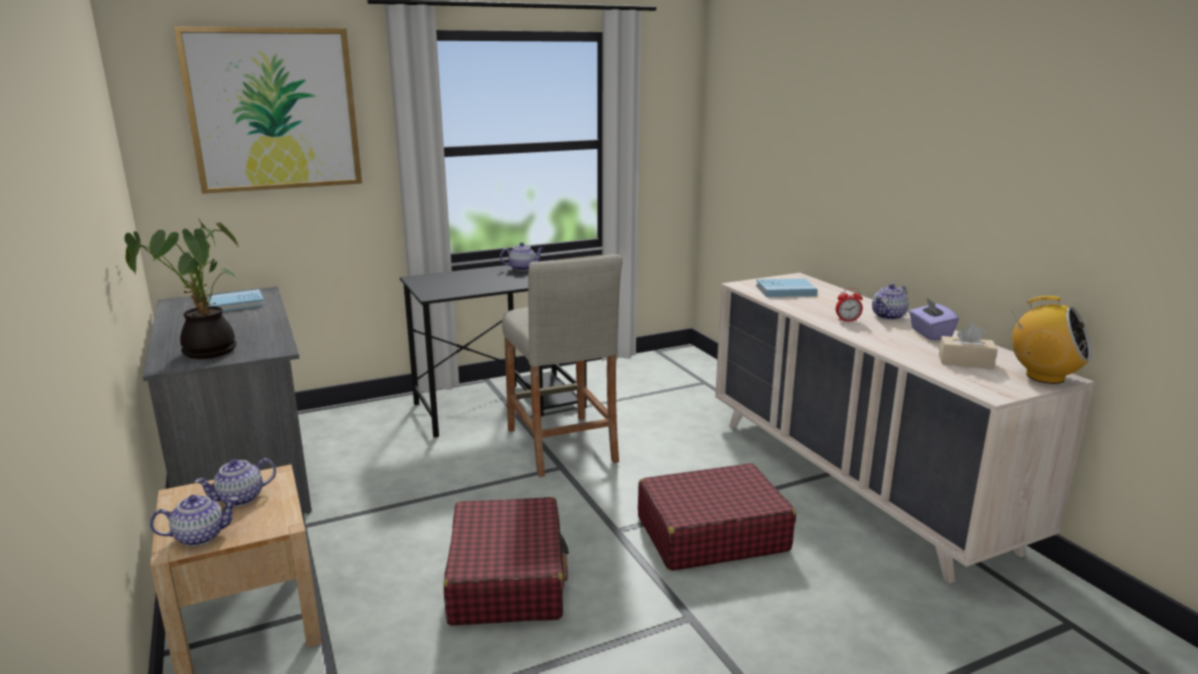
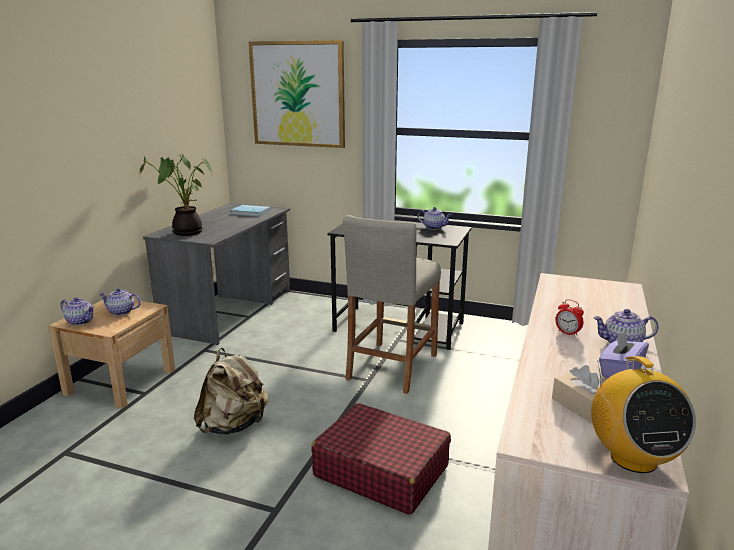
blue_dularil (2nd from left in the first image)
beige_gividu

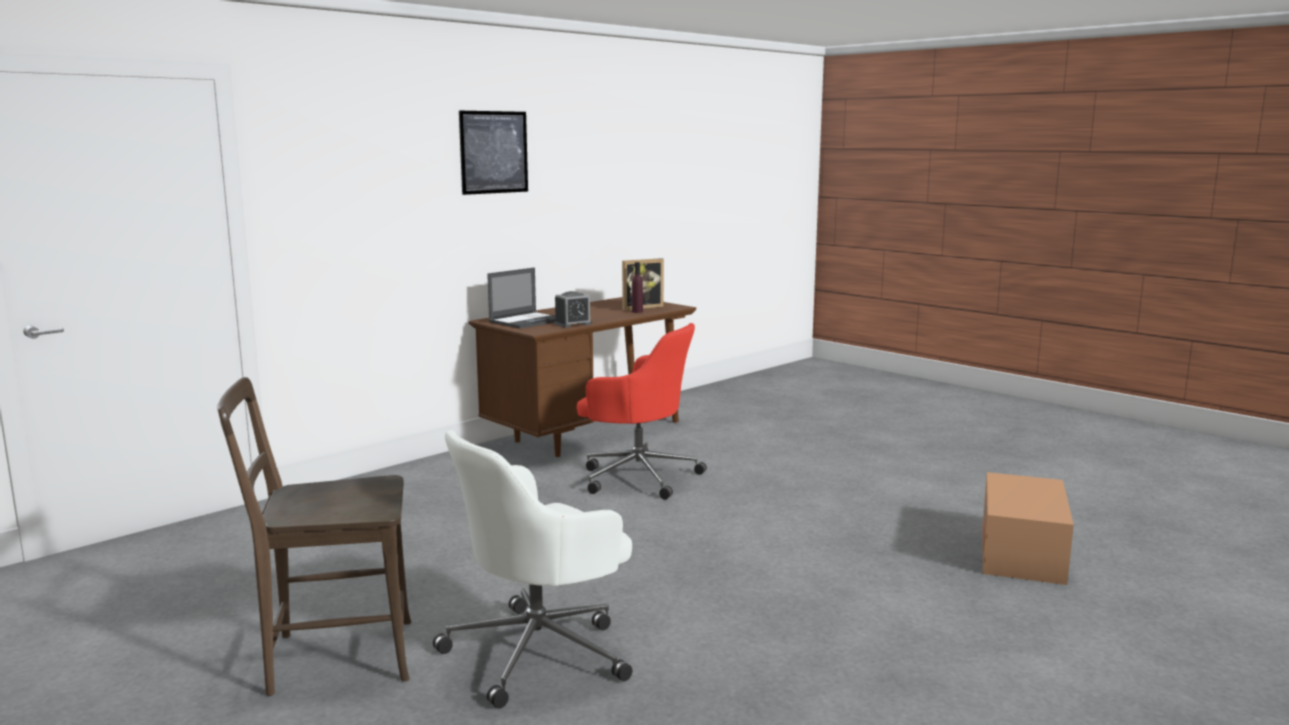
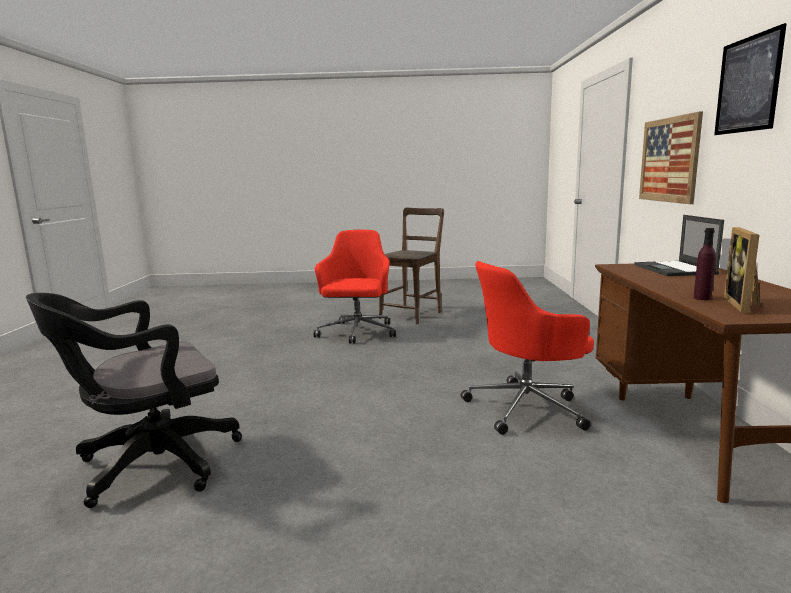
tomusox
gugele (1st from left)
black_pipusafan
red_pipusafan (1st from left)

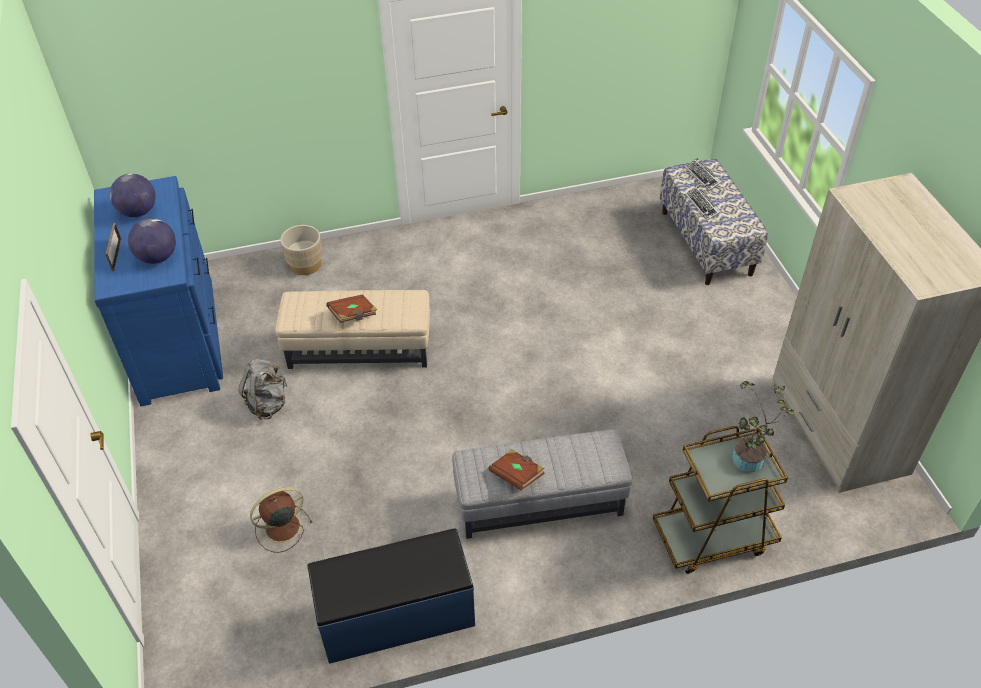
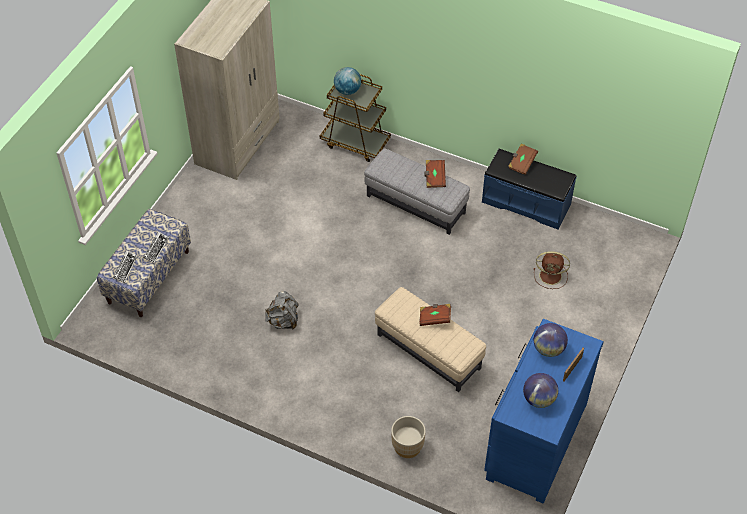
brown_dularil (3rd from left)
grey_gividu
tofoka (1st from left)

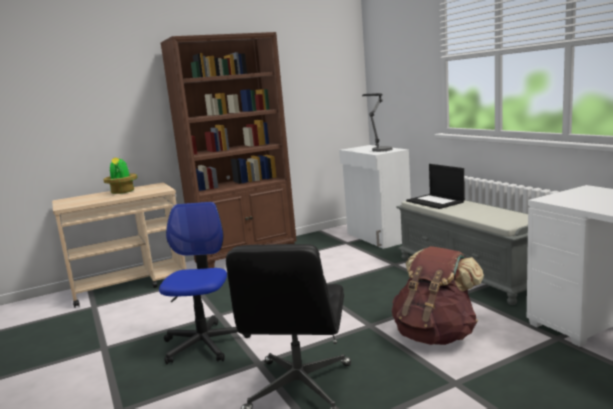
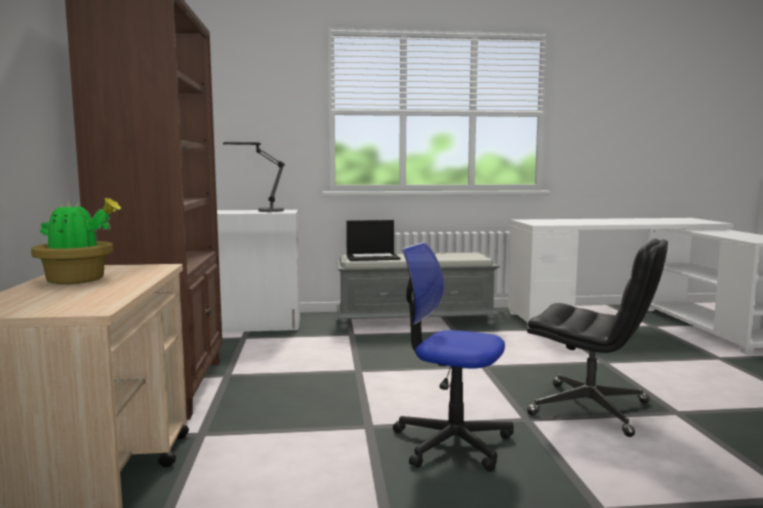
brown_gividu

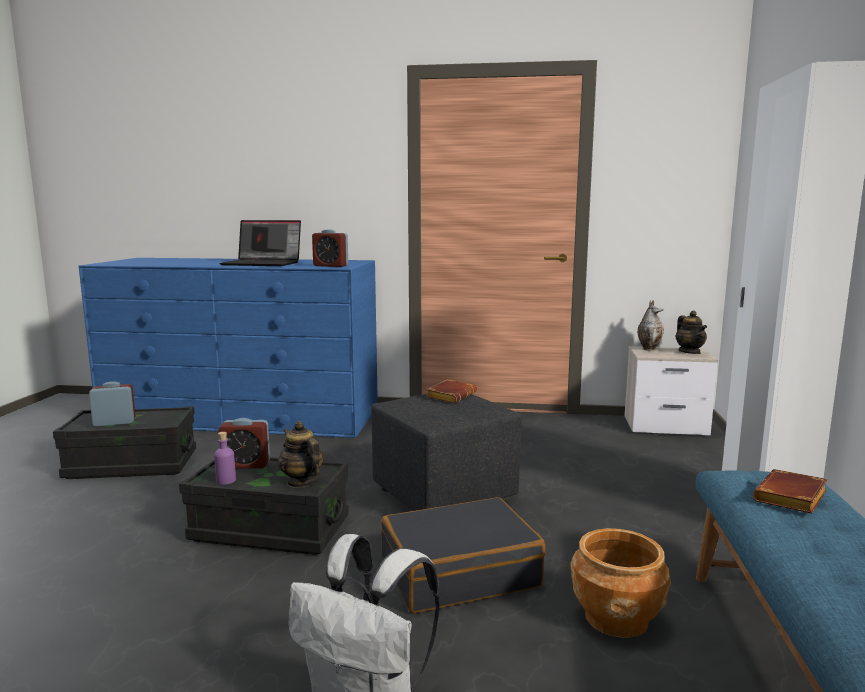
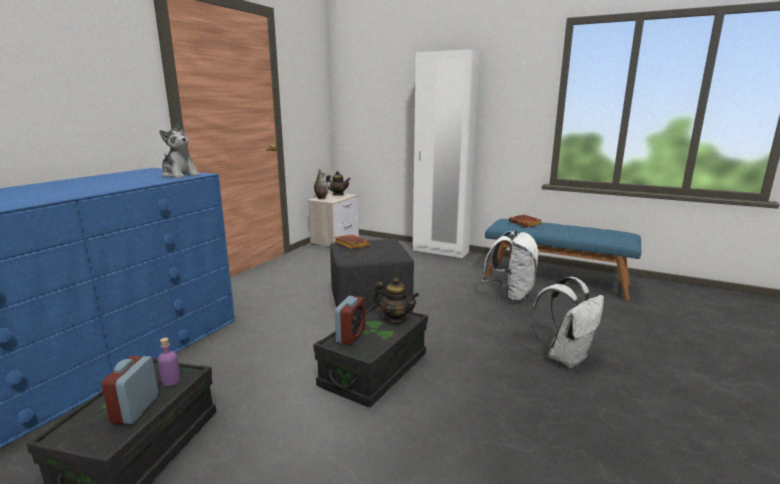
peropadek
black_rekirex
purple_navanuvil
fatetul
white_gividu (1st from left)
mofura (2nd from left)

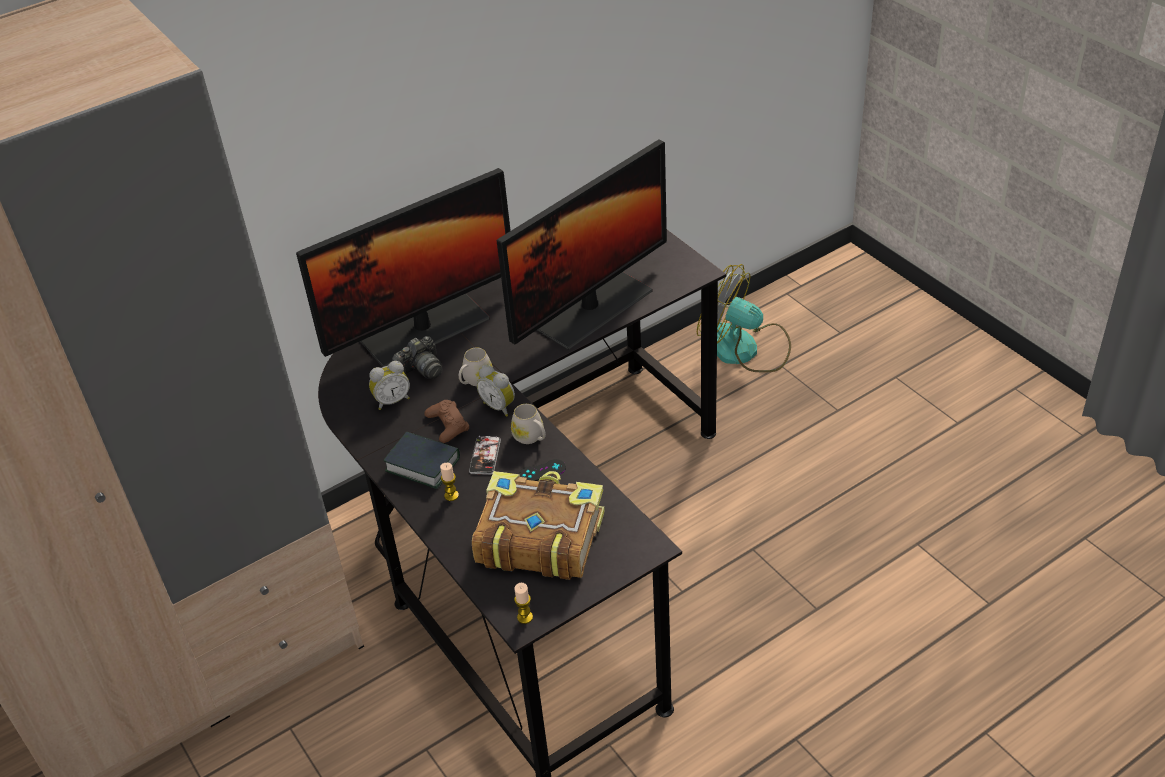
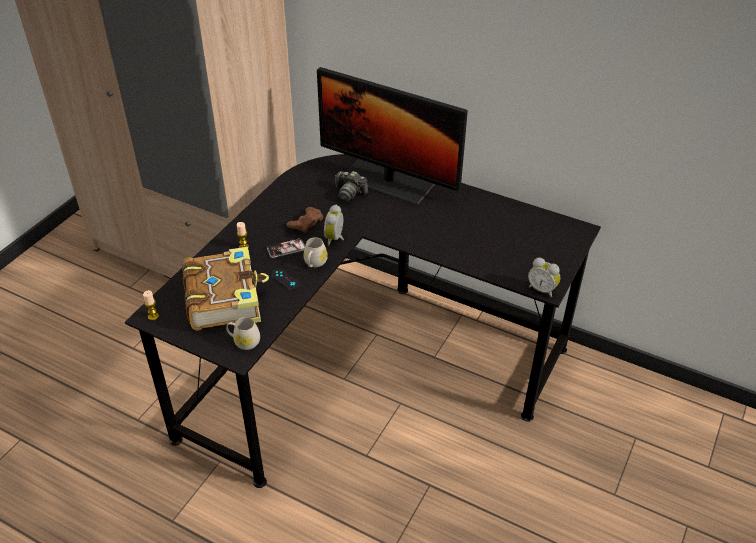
dularil (1st from left in the first image)
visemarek (2nd from left in the first image)
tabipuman
tomusox (2nd from left)
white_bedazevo (1st from left)

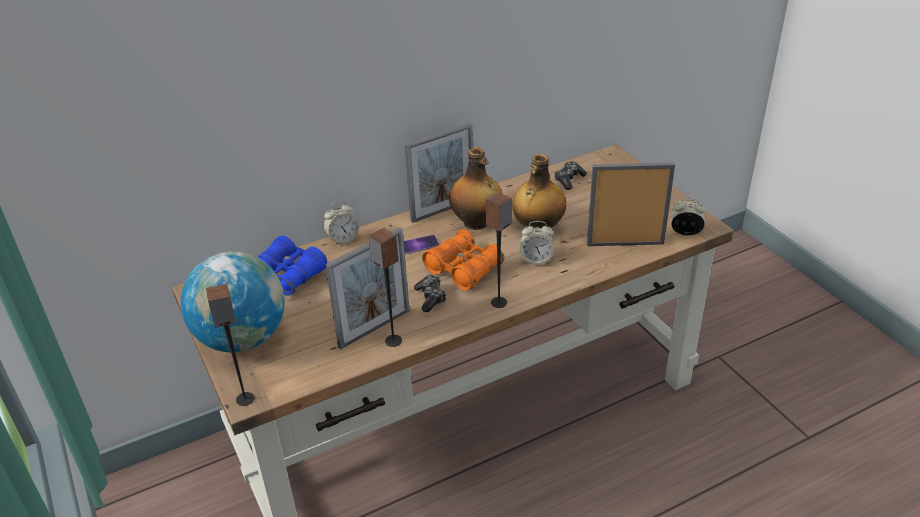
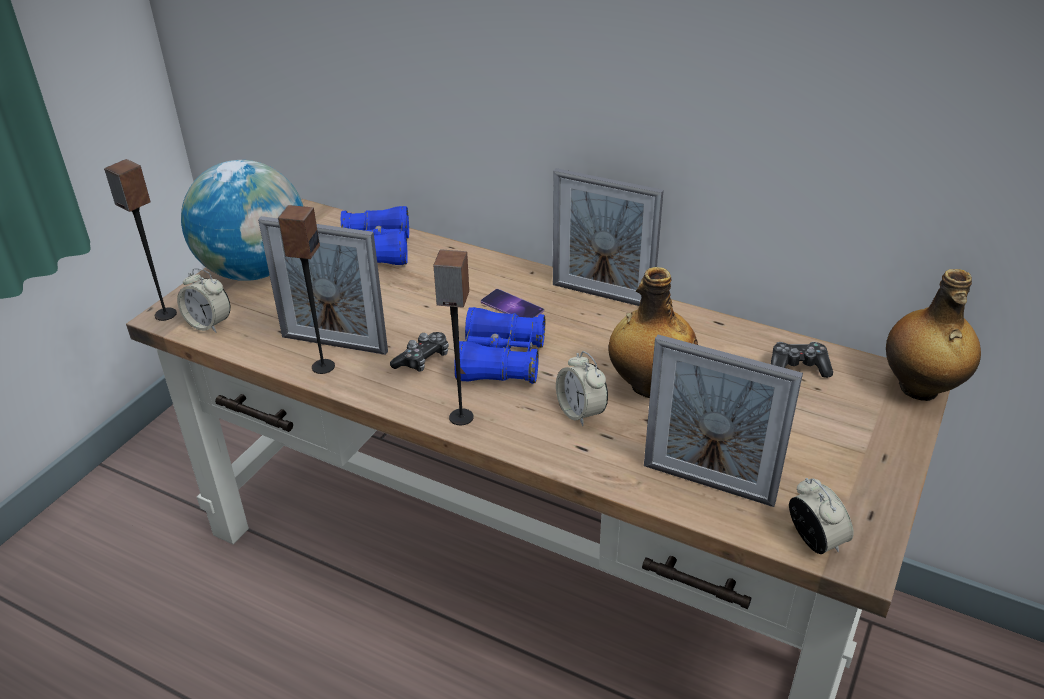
tomusox (1st from left)
navanuvil (2nd from left)
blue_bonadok (2nd from left)
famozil (3rd from left)

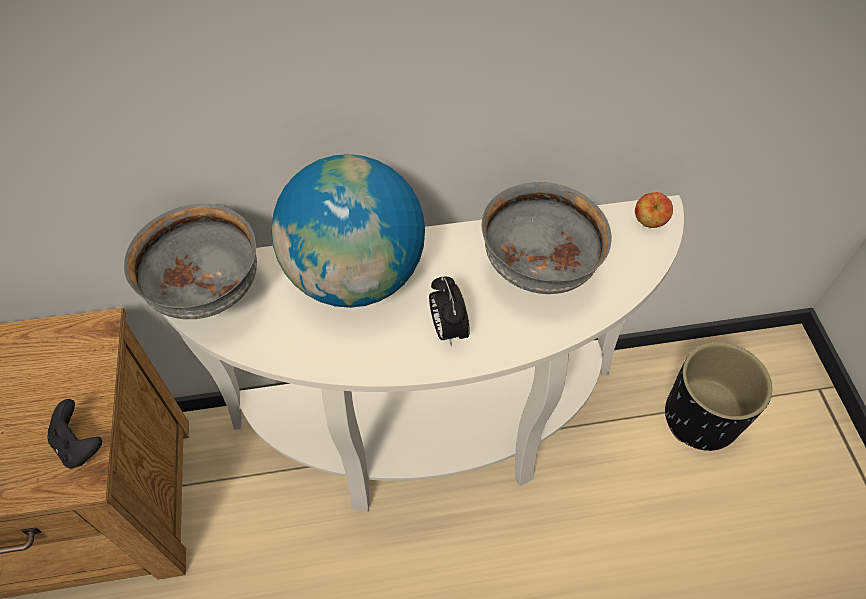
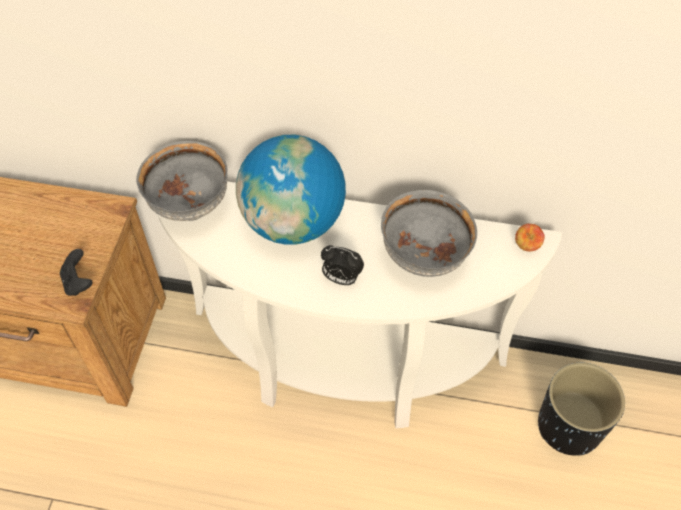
tomusox

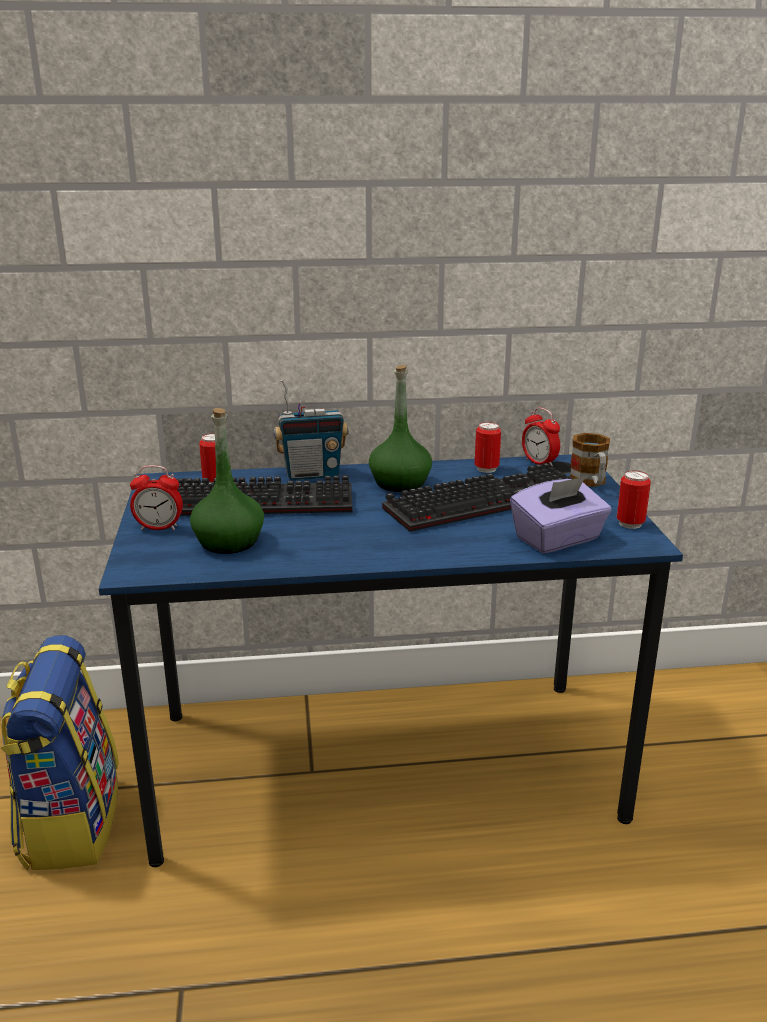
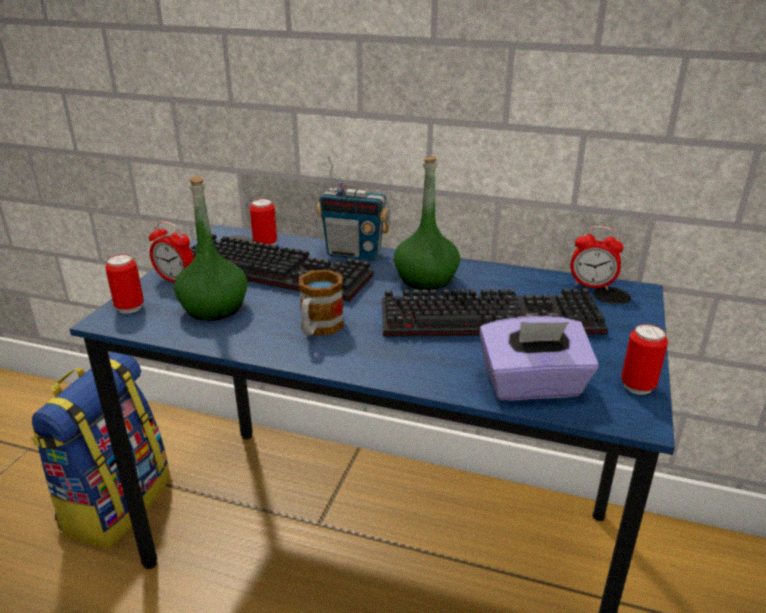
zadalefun (1st from left)
bedazevo
tomusox (2nd from left)

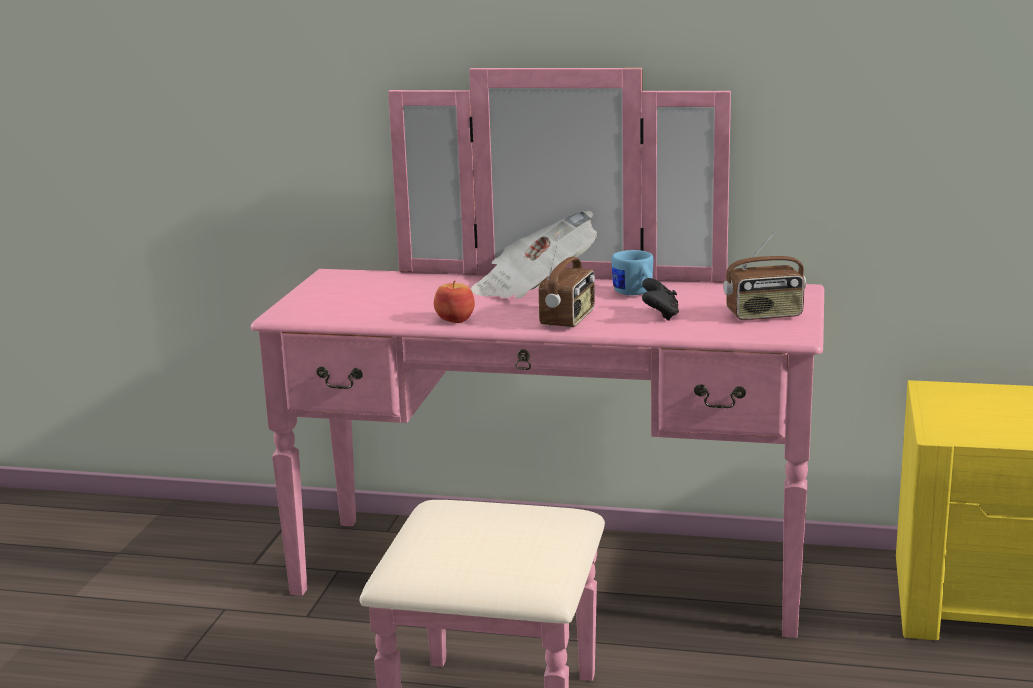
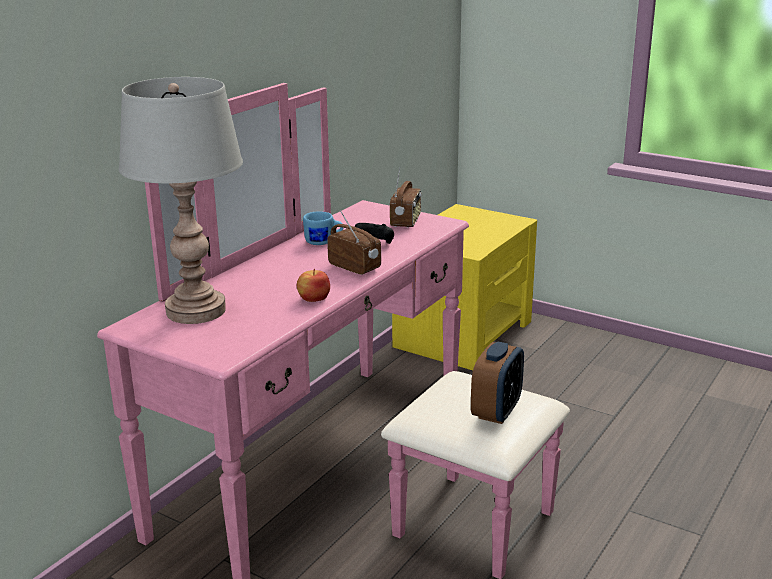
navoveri
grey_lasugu
tomusox

